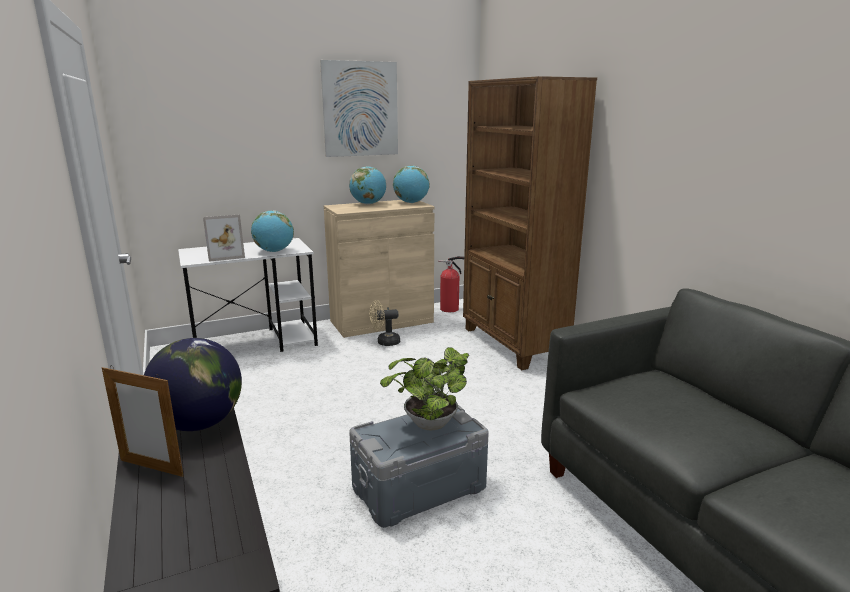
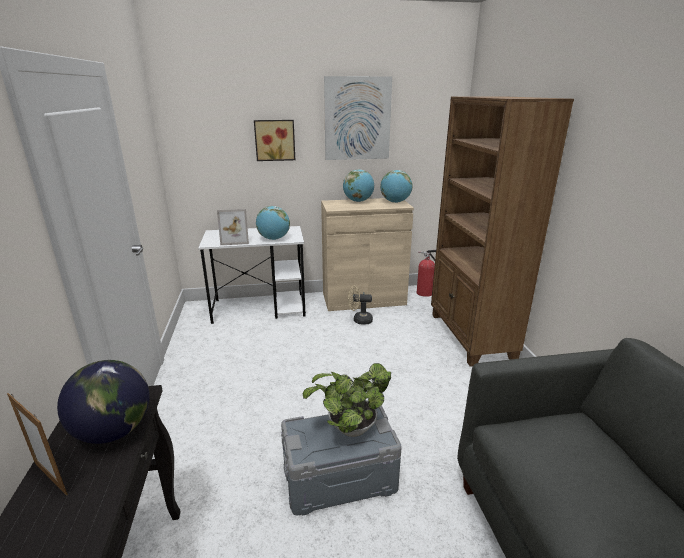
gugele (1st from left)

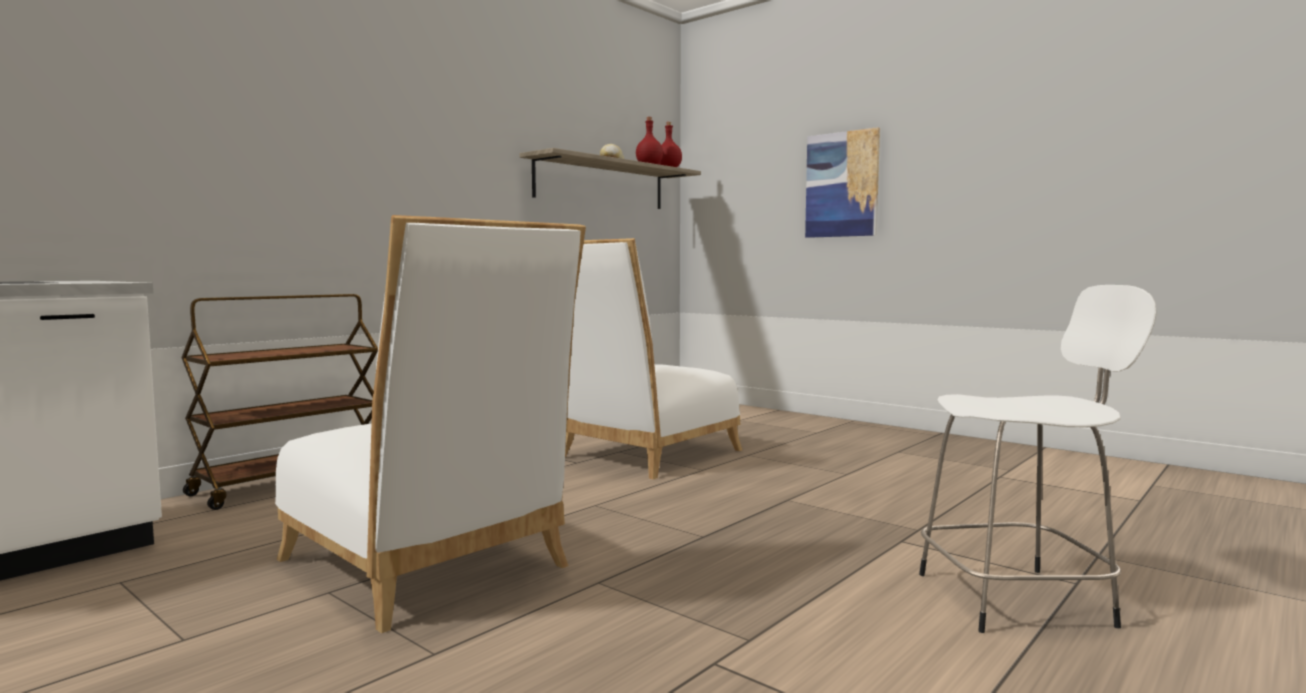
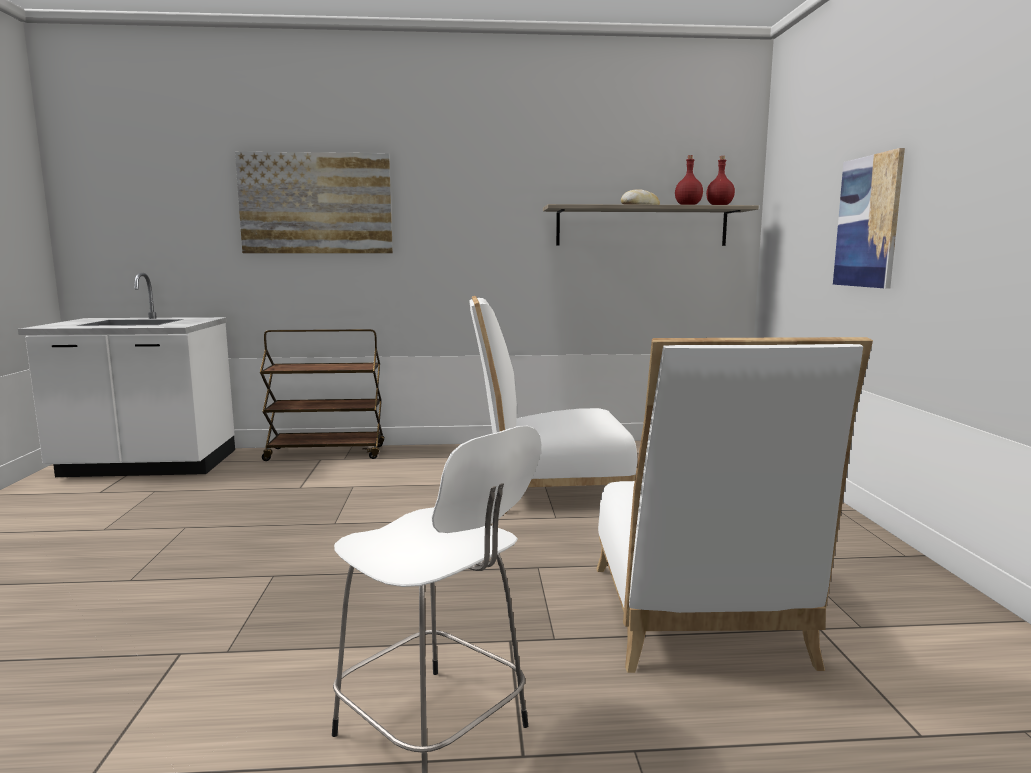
gugele (1st from left)
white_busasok (2nd from left)

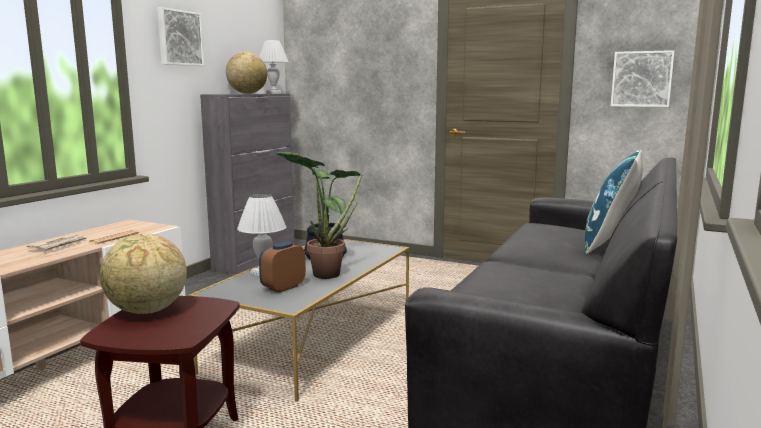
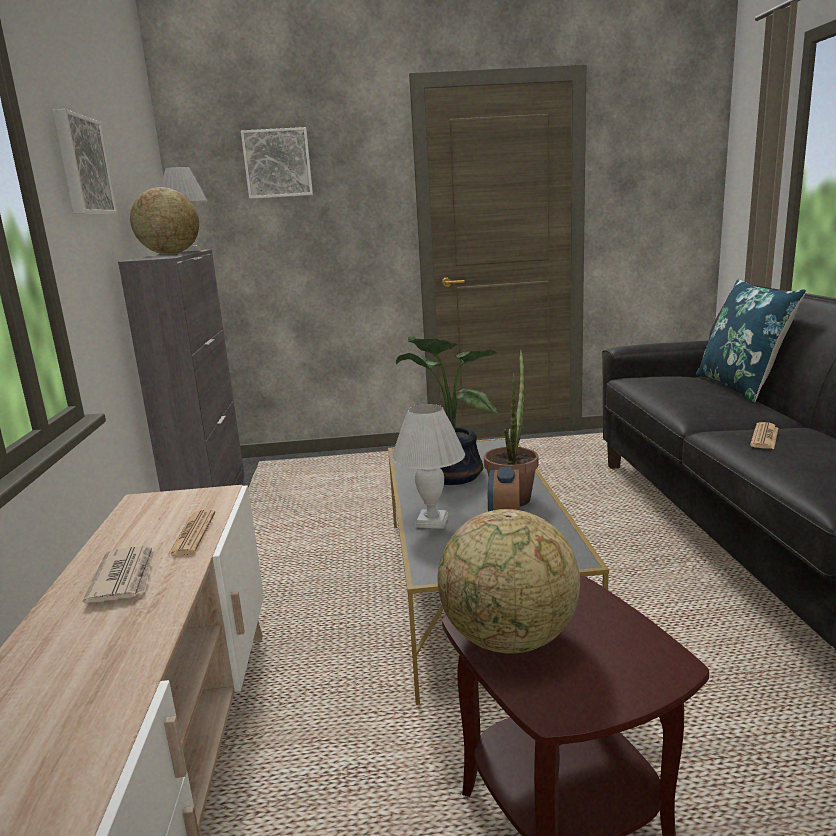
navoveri (3rd from left)
gugele (2nd from left)

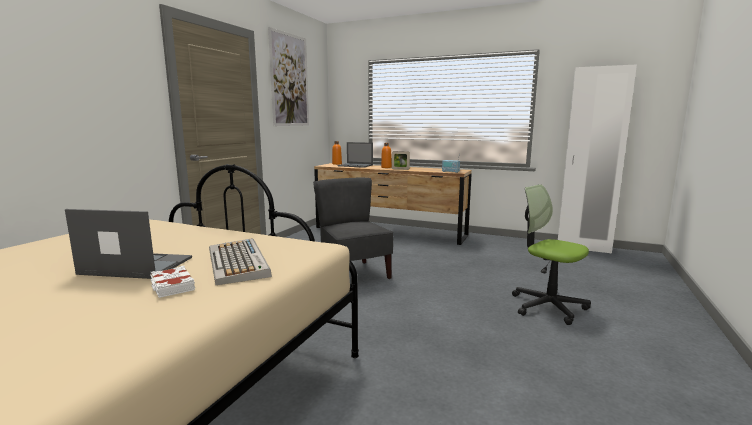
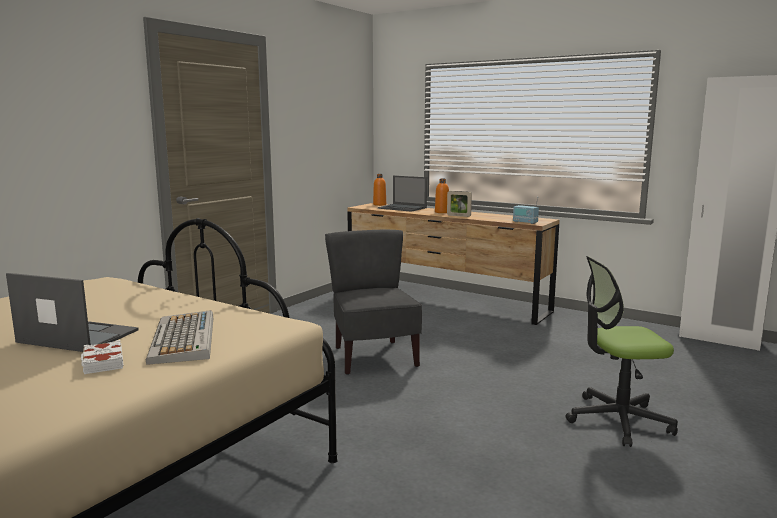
gugele
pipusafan

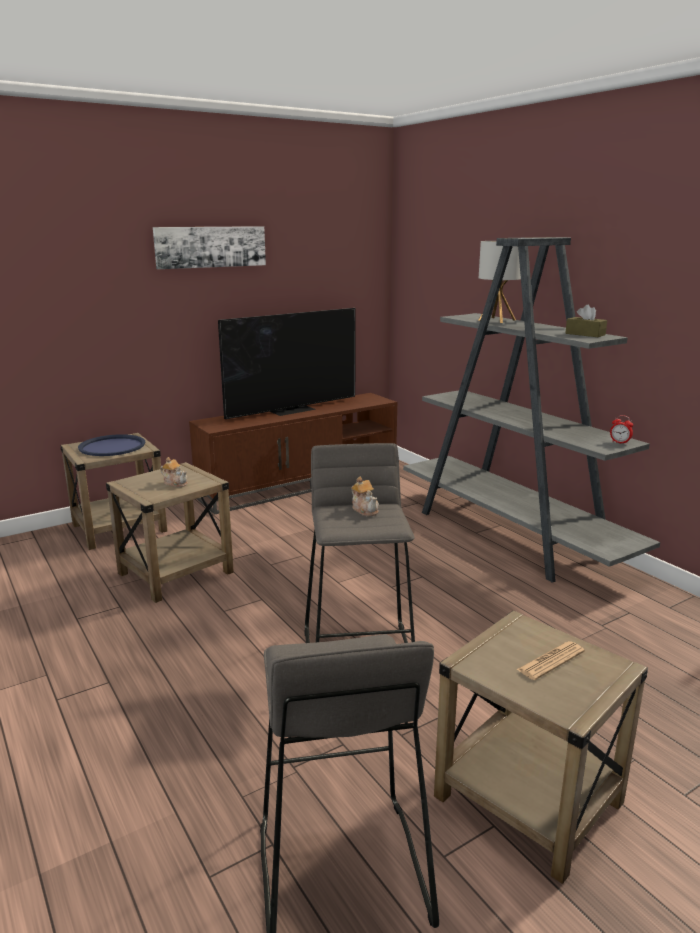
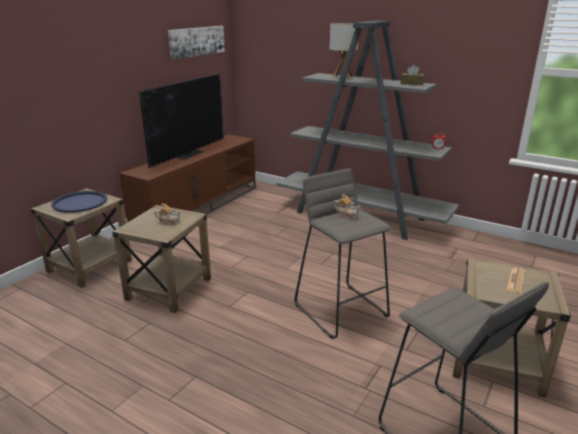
gugele

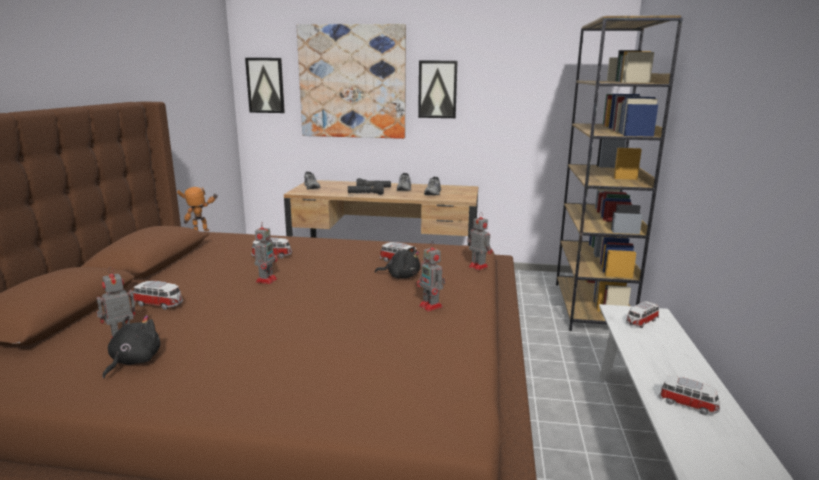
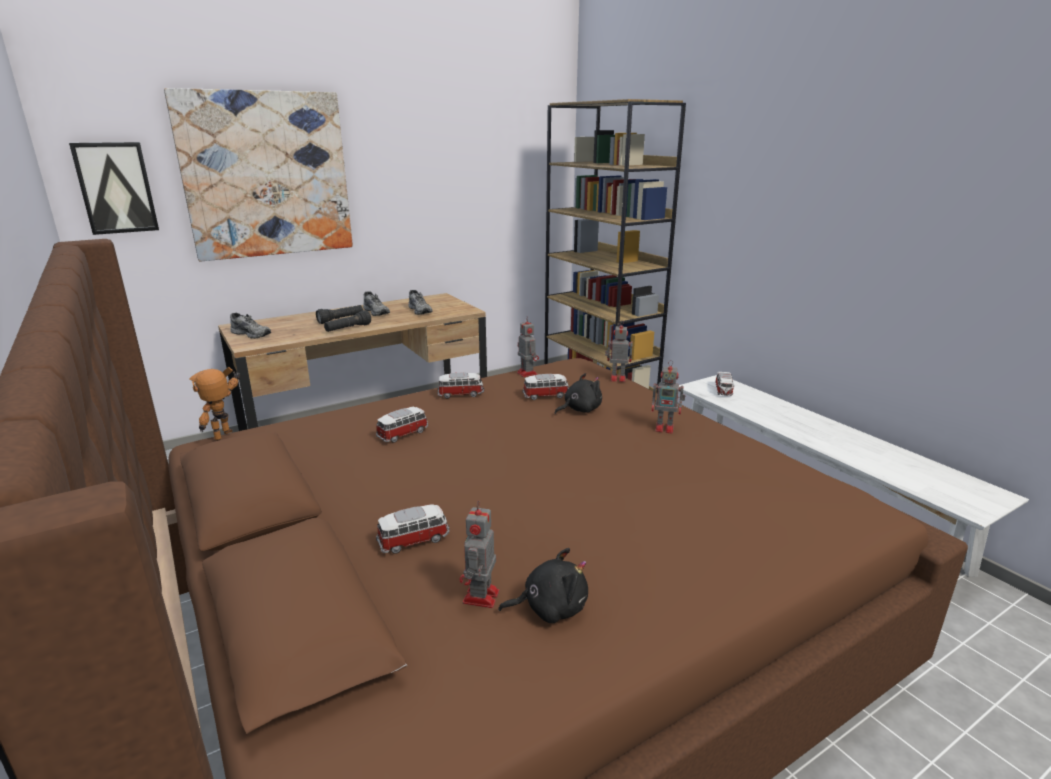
gugele (3rd from left in the first image)
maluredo (3rd from left)
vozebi (3rd from left)
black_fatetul (1st from left)

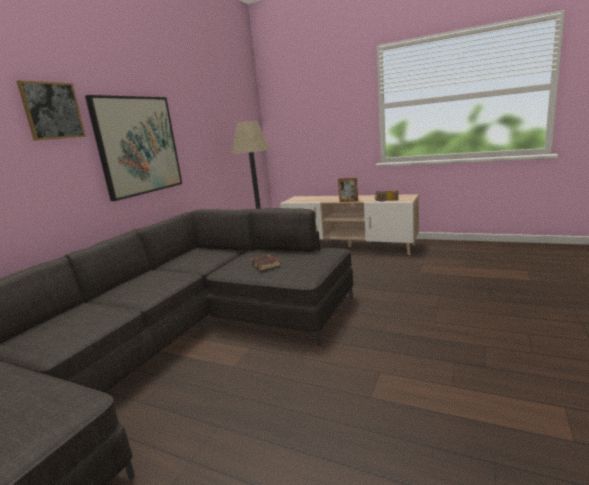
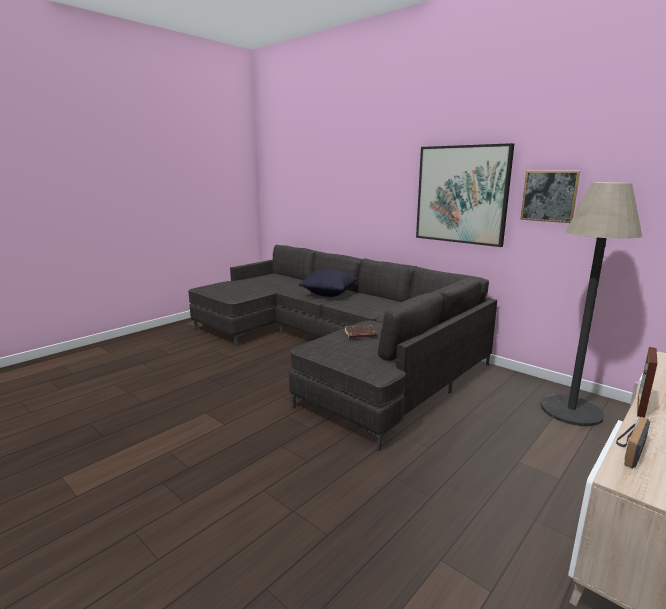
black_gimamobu
gugele (2nd from left)

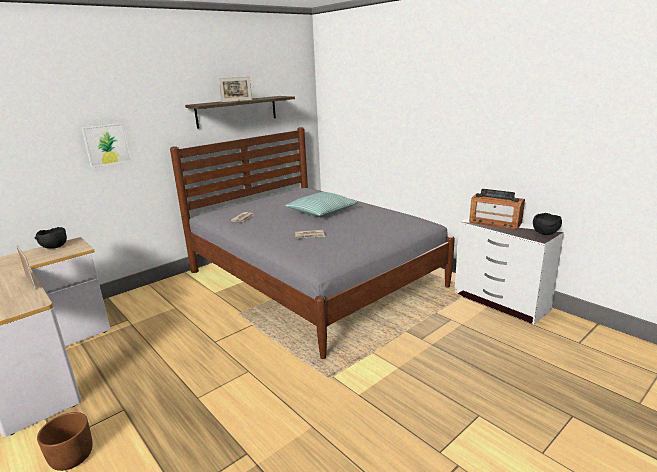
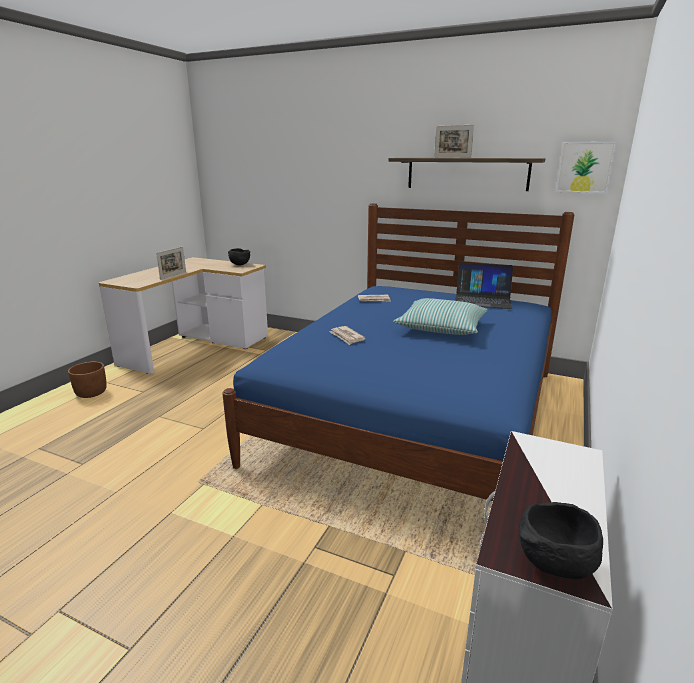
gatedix
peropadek
gugele
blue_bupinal

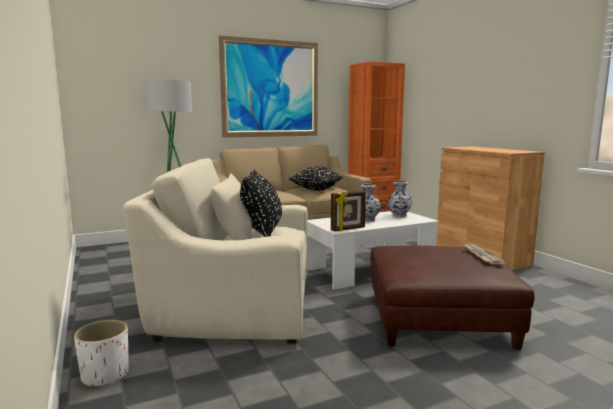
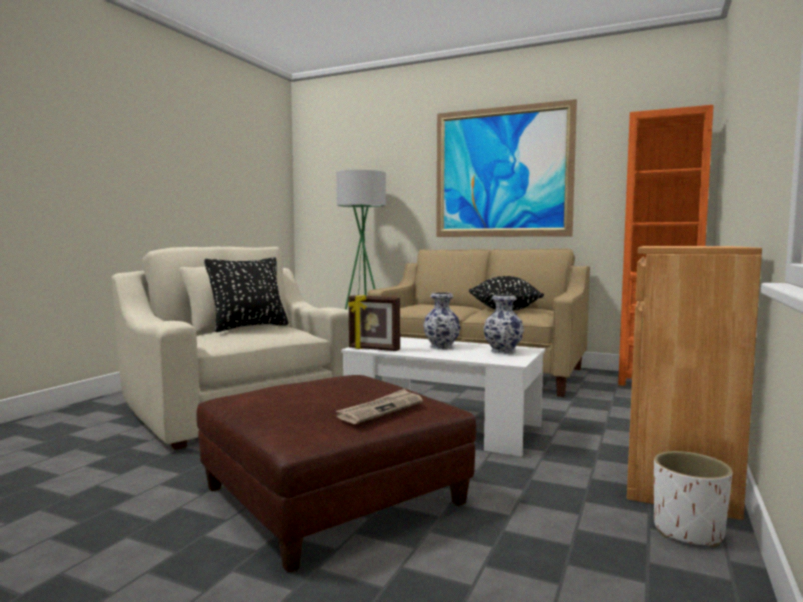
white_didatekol

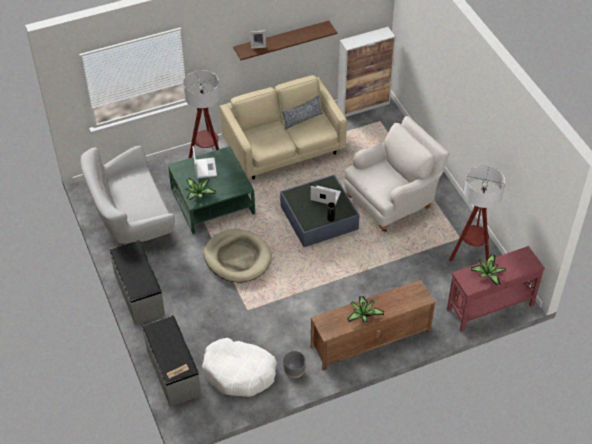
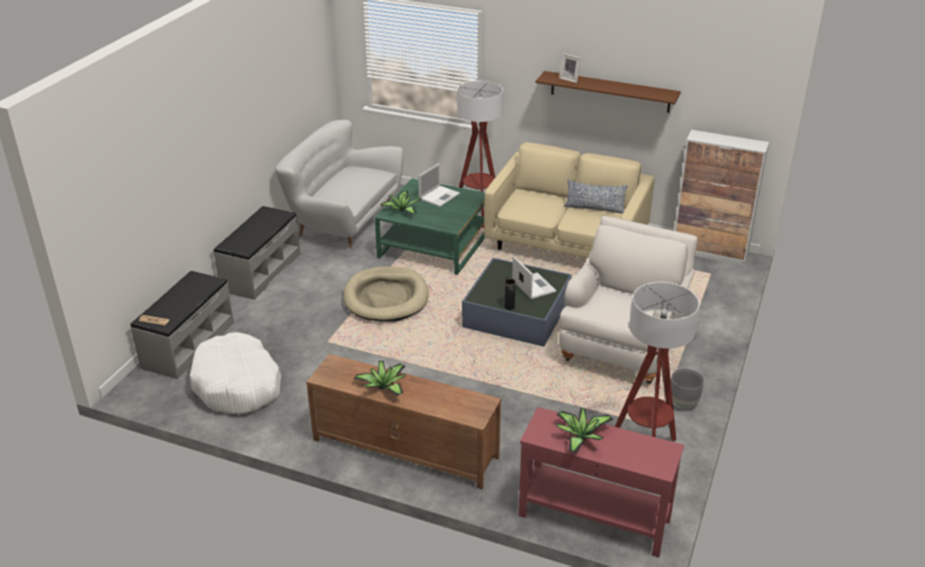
grey_didatekol
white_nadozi

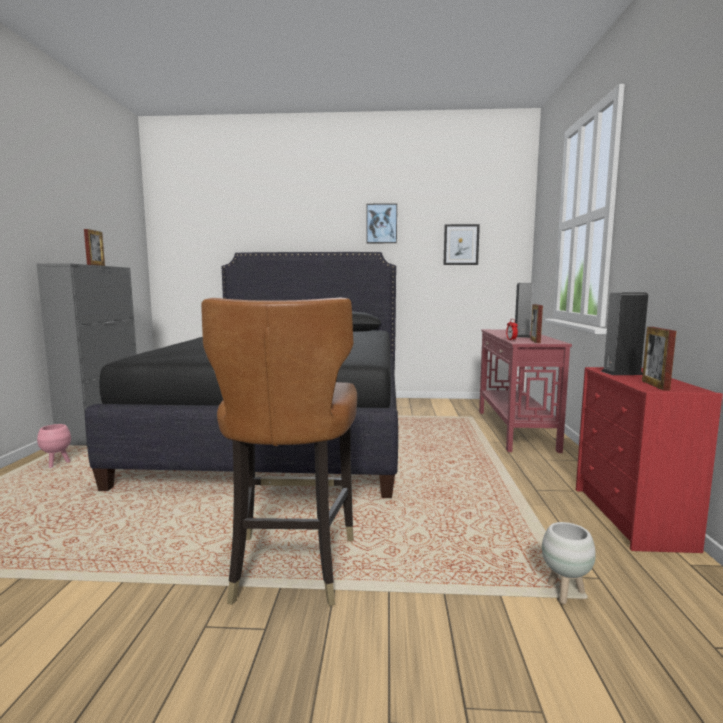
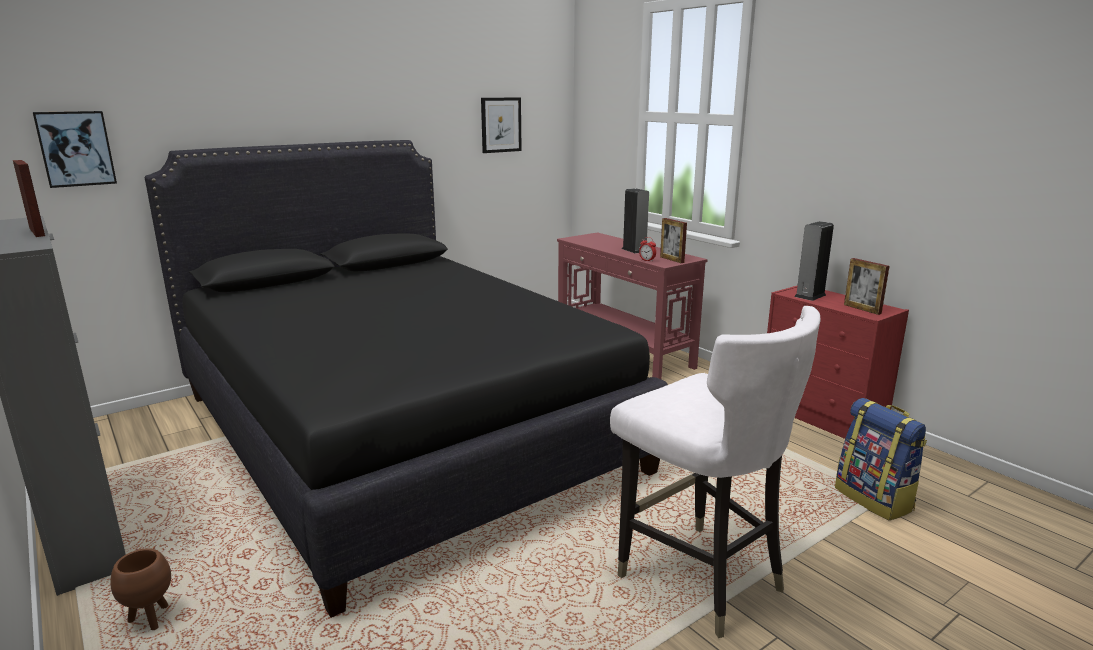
gugele (1st from left)
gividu
brown_didatekol
white_busasok

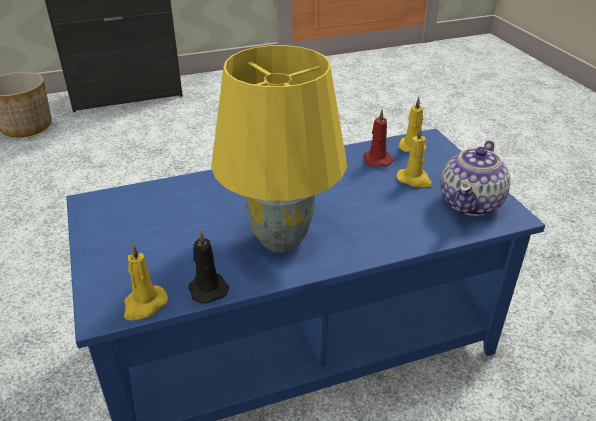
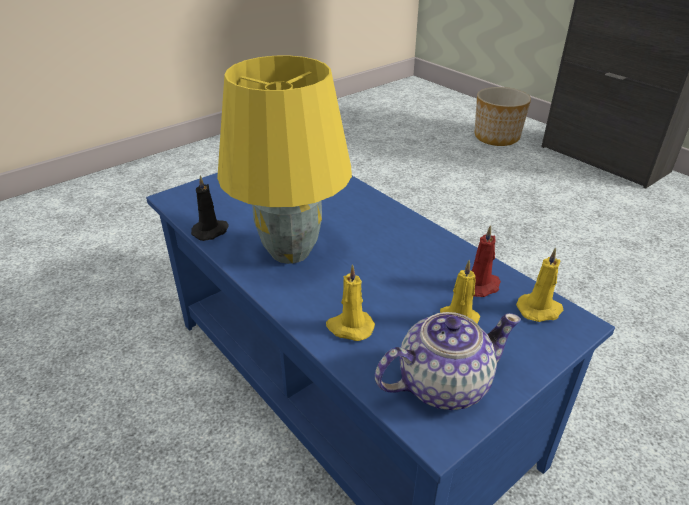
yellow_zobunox (1st from left)
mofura

